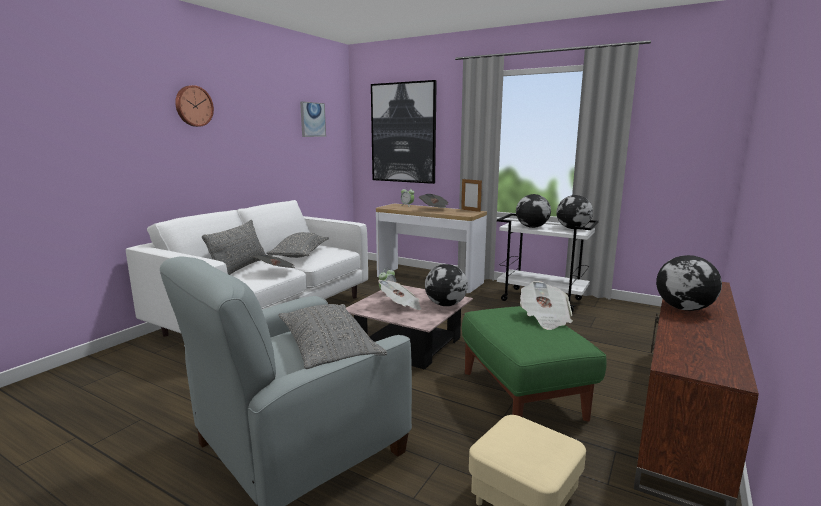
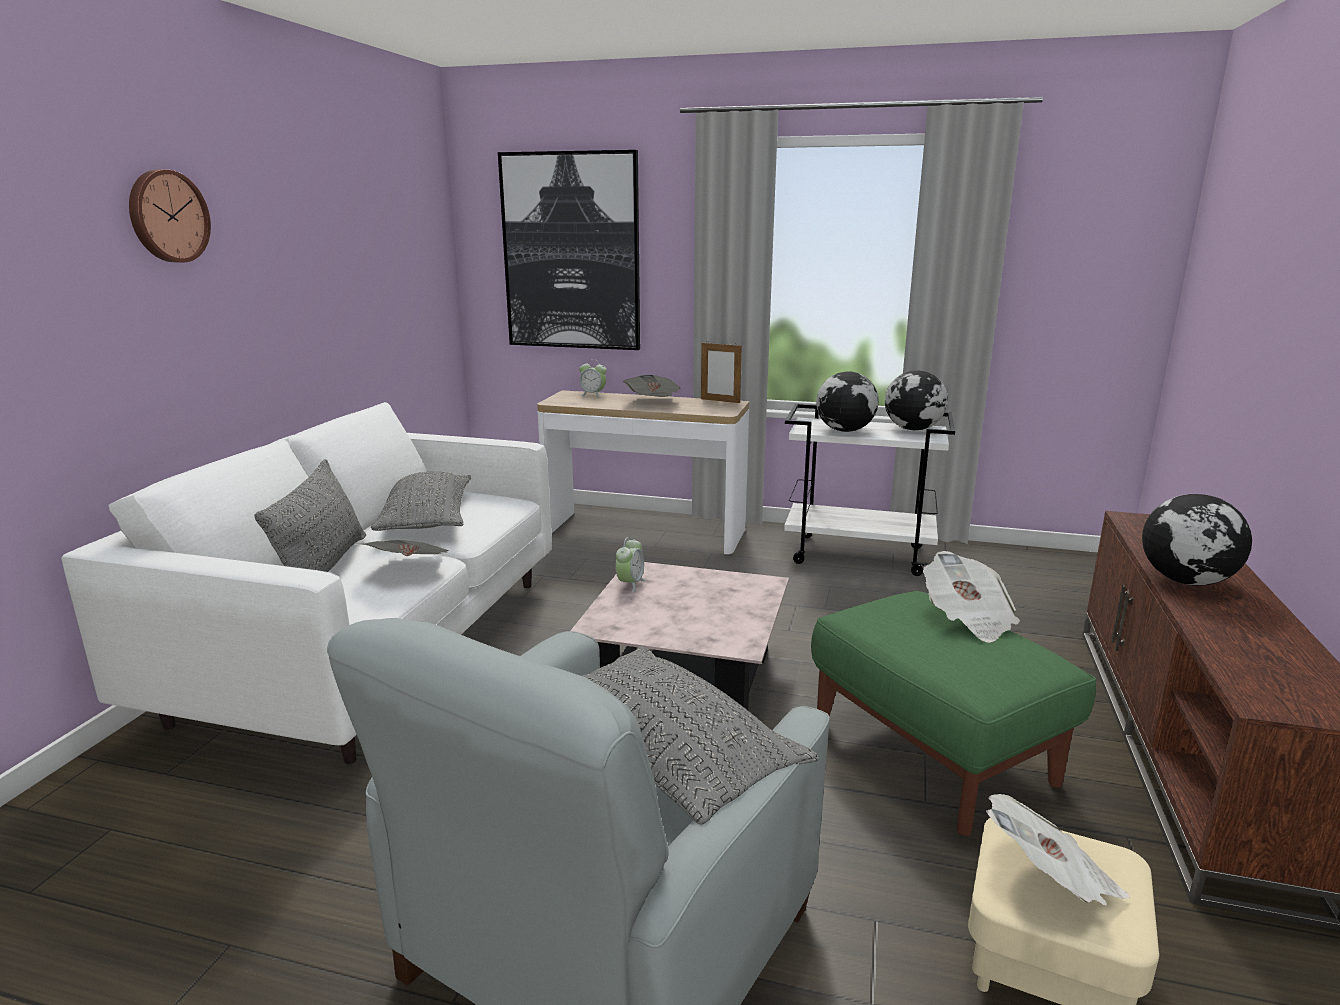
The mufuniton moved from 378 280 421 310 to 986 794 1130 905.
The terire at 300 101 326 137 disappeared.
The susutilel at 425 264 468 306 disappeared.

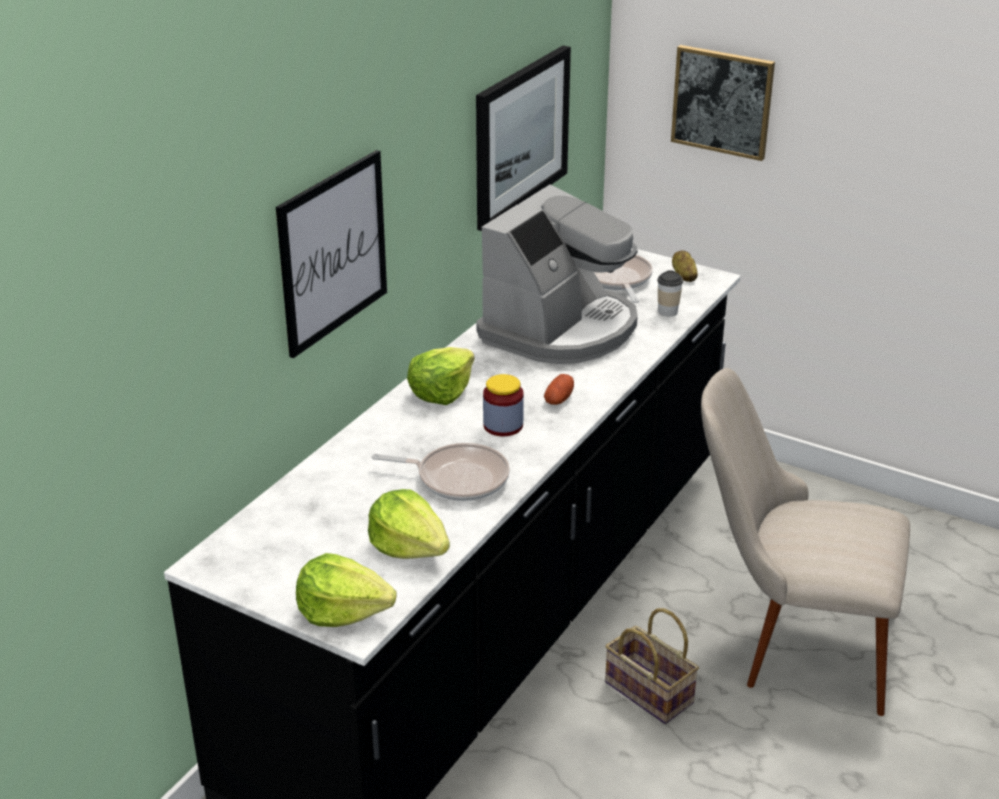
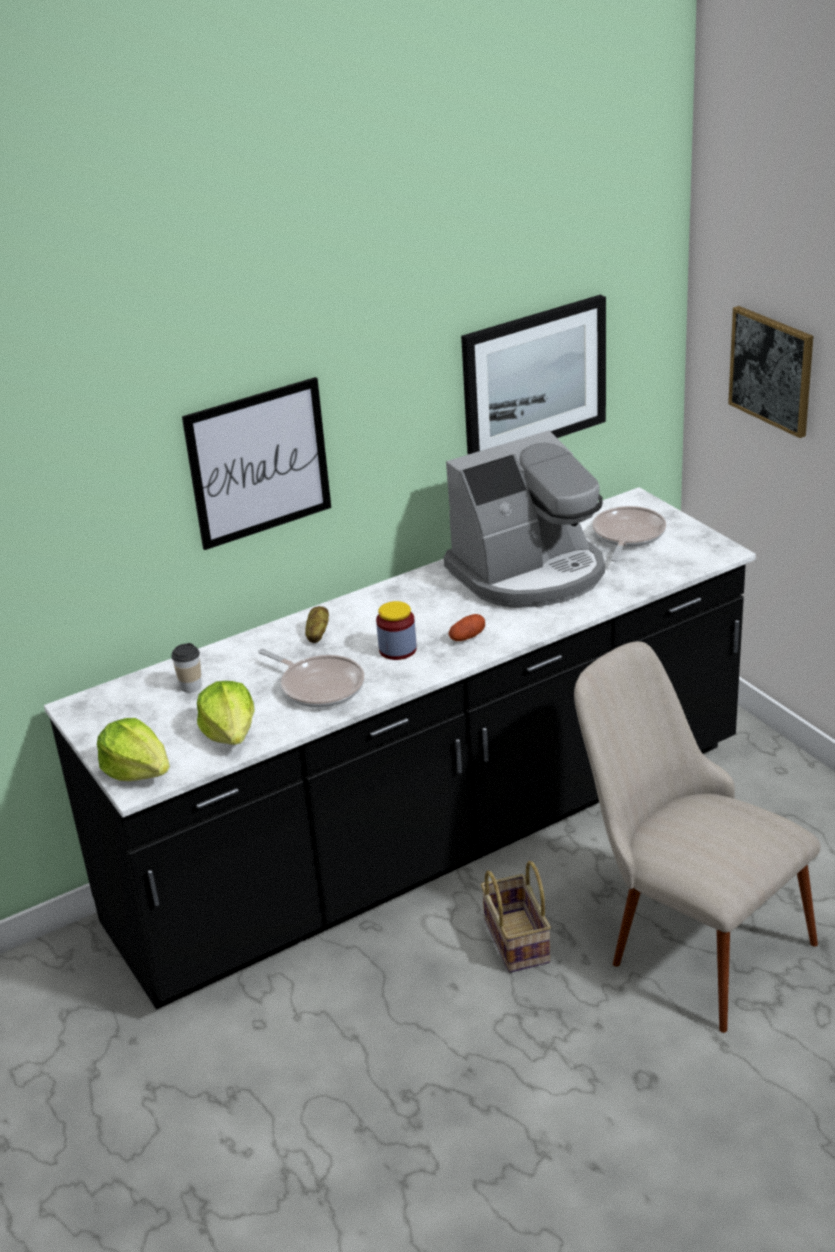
The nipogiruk moved from 657 270 683 316 to 171 643 202 693.
The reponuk moved from 672 251 698 282 to 305 606 329 643.
The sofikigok at 407 347 474 405 disappeared.

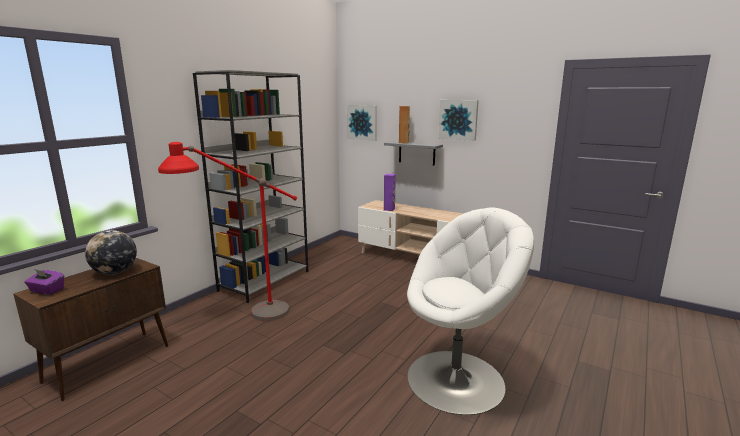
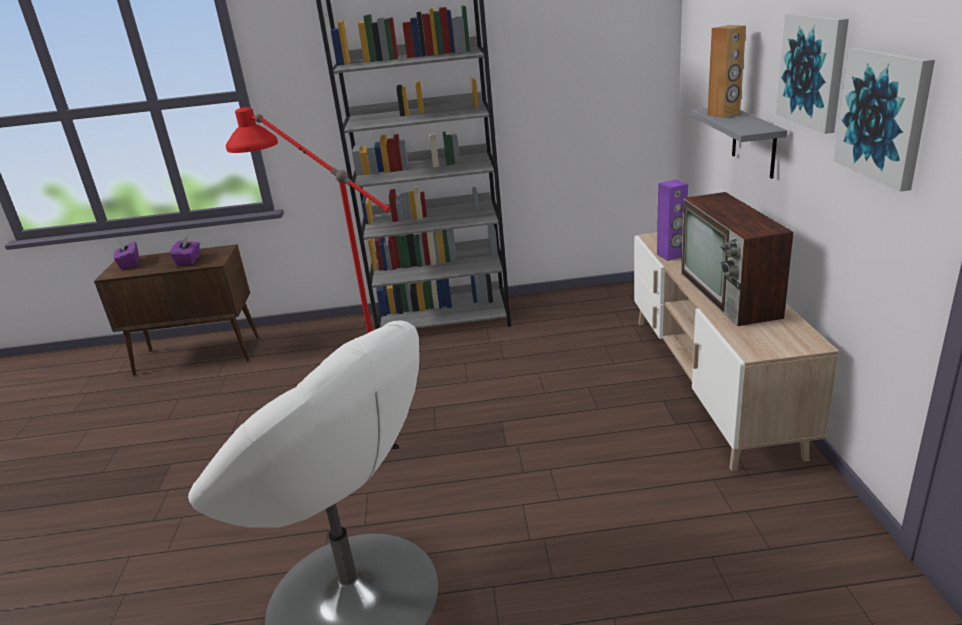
The susutilel at 85 230 137 275 was replaced by the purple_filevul at 170 236 200 266.
The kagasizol at 681 192 793 326 appeared.
The terire moved from 347 105 377 141 to 834 47 935 192.

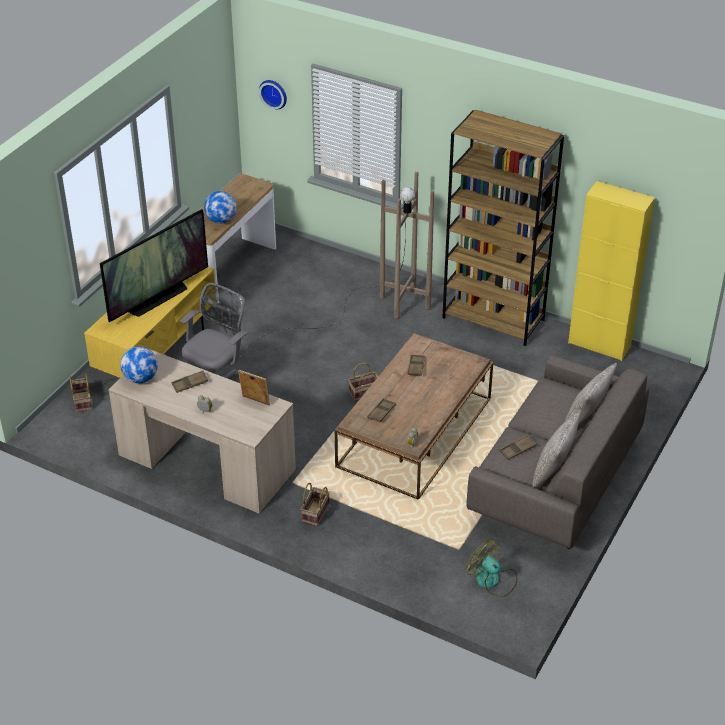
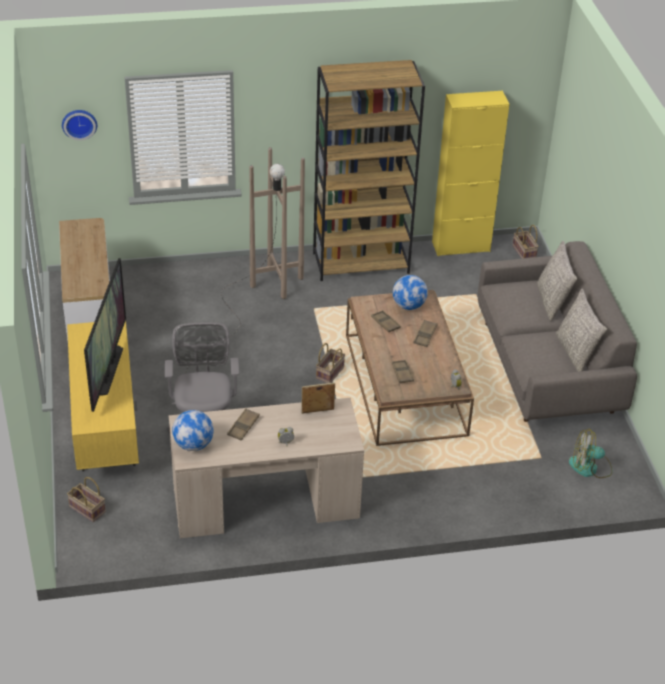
The susutilel moved from 204 191 237 224 to 393 275 428 310.
The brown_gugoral moved from 499 435 537 460 to 413 320 438 347.
The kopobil moved from 301 483 330 526 to 513 225 539 259.

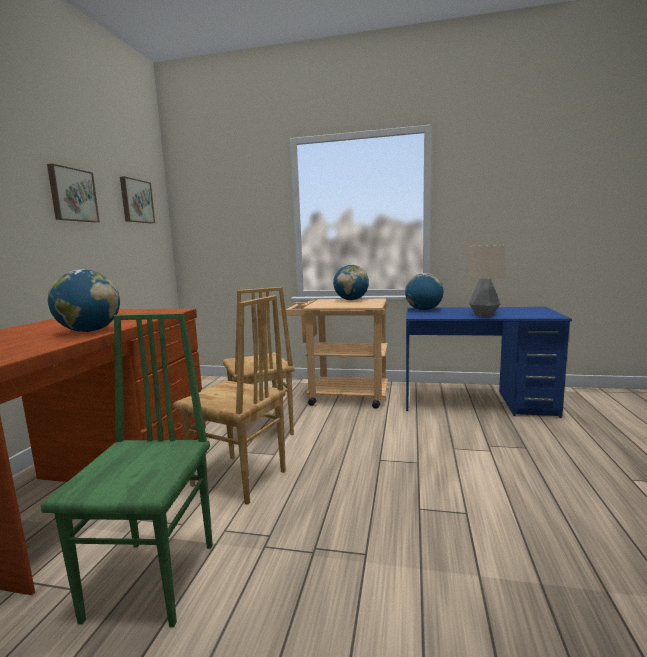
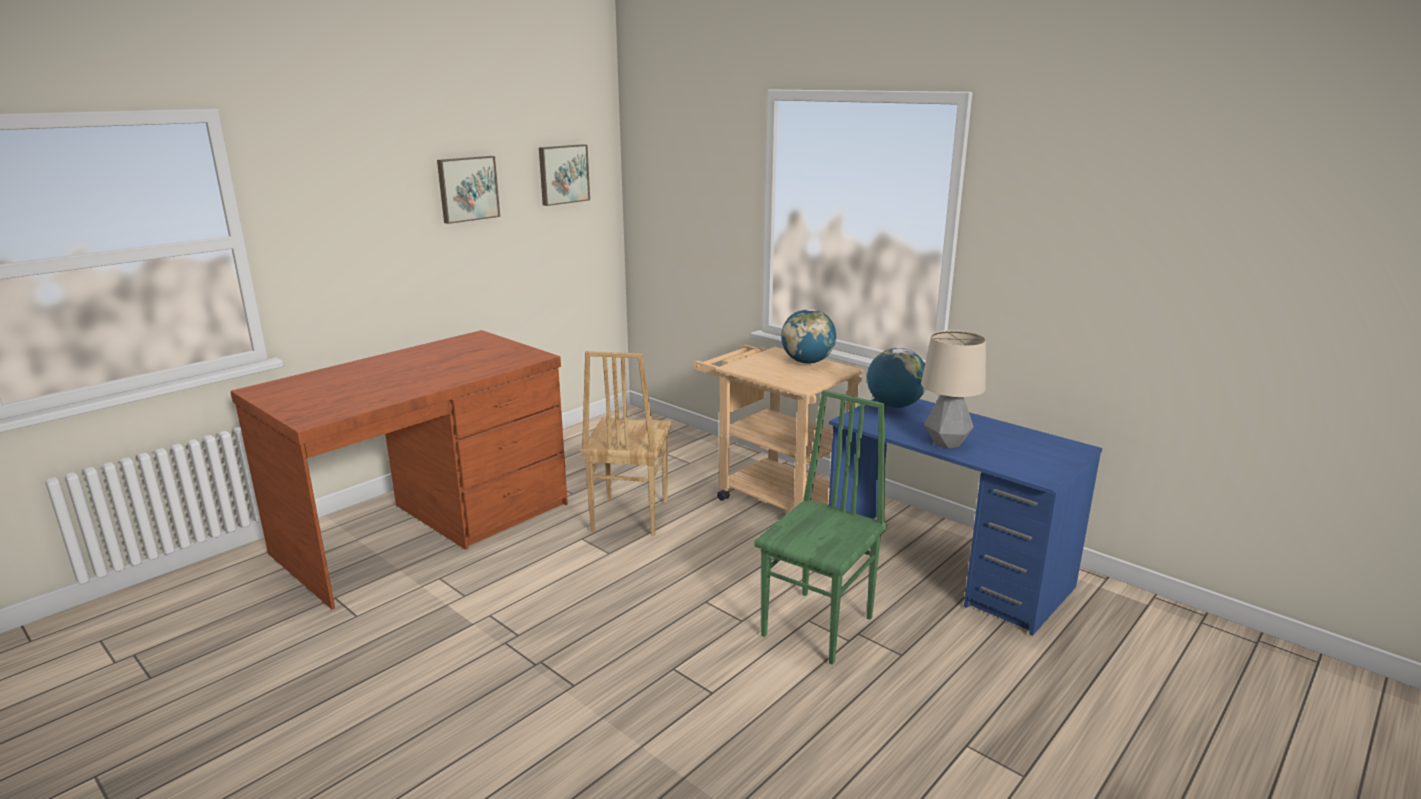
The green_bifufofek moved from 41 313 213 627 to 754 390 887 665.
The susutilel at 48 269 120 332 disappeared.
The brown_bifufofek at 173 295 286 505 disappeared.

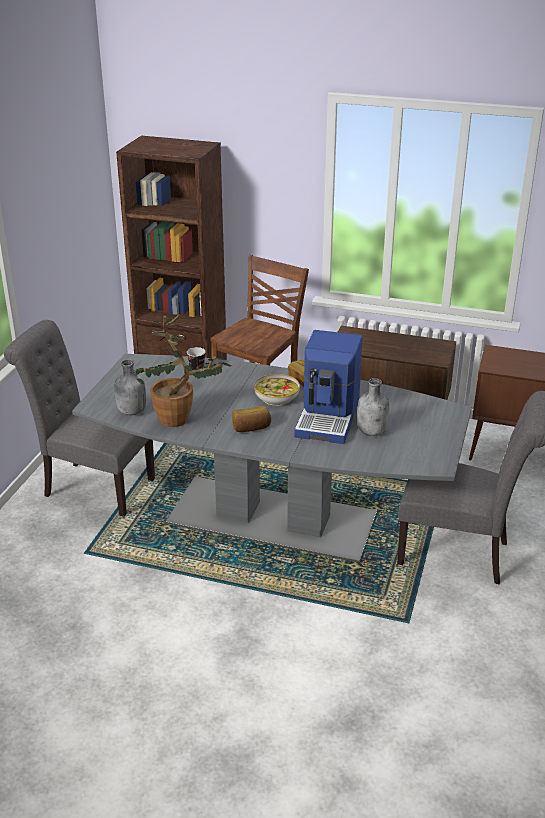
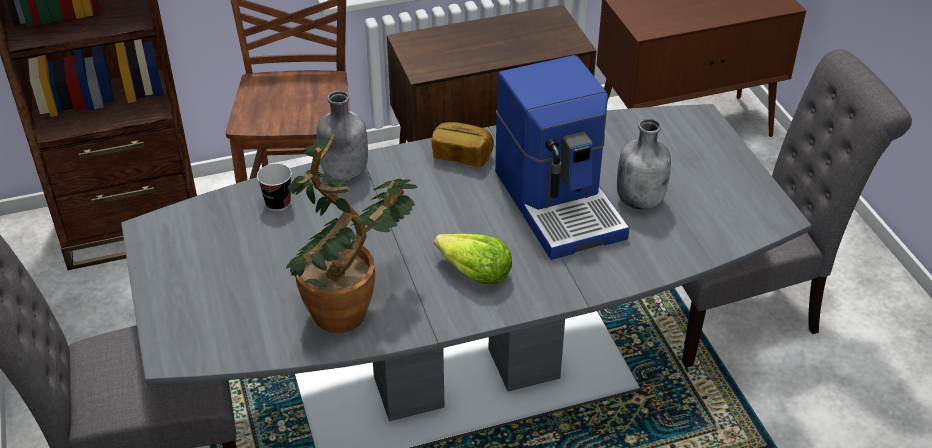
The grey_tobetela moved from 115 359 146 415 to 316 91 368 180.
The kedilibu at 232 406 271 432 was replaced by the sofikigok at 434 234 512 284.
The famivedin at 254 374 300 406 disappeared.

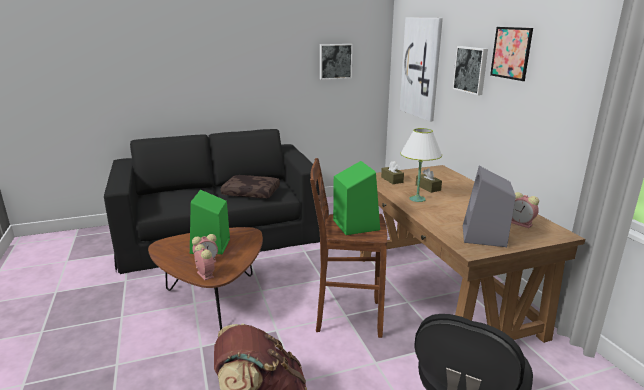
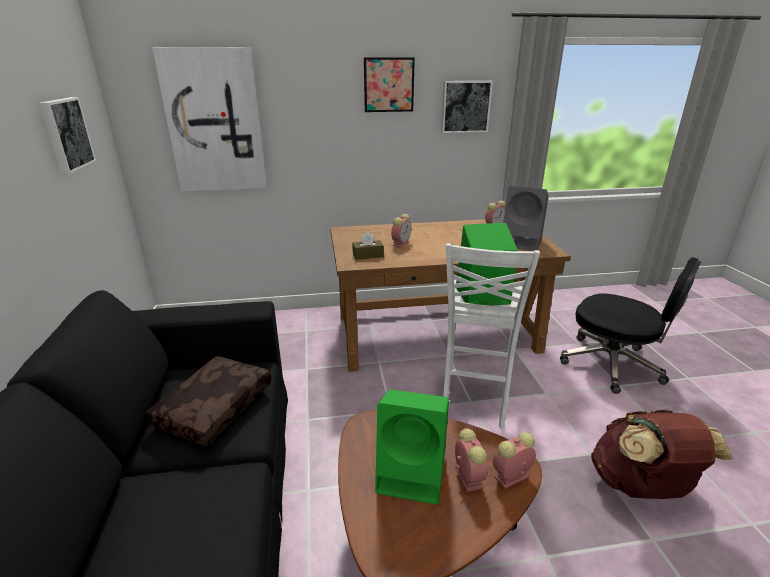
The brown_filevul at 416 168 442 193 was replaced by the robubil at 391 214 411 248.
The terire moved from 452 46 488 95 to 441 81 493 133.
The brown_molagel at 310 158 387 338 became the white_molagel at 443 243 540 429.
The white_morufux at 400 128 442 202 disappeared.

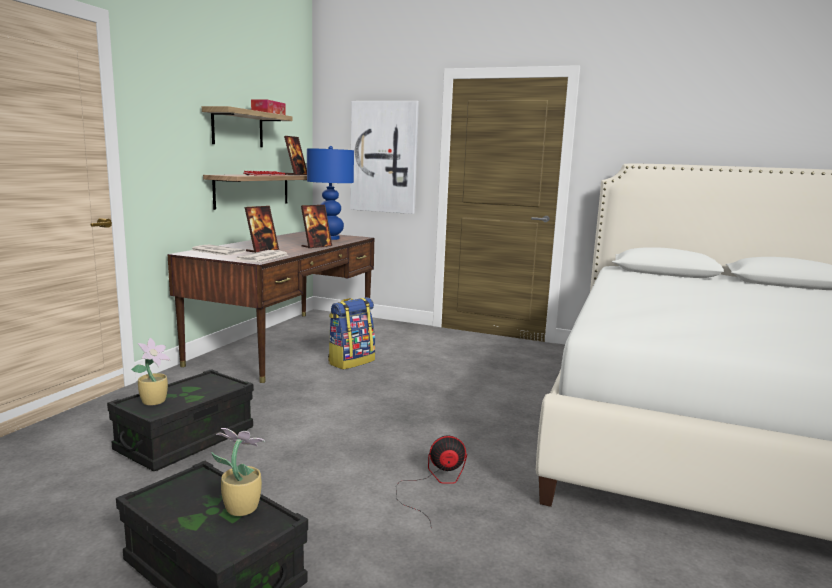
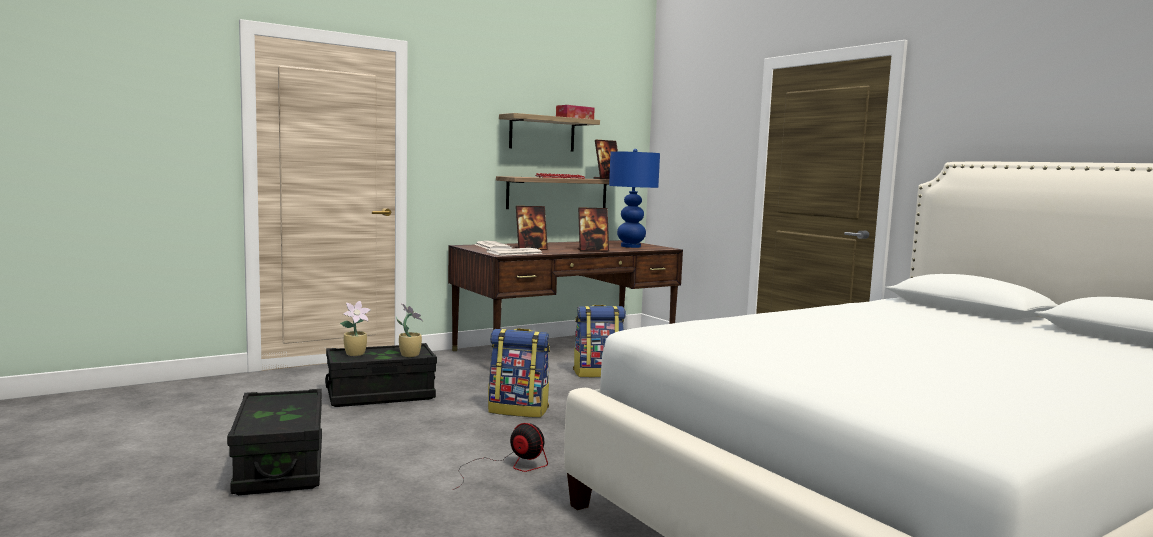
The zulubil moved from 211 428 265 516 to 396 303 423 357.
The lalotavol at 488 328 550 418 appeared.
The terire at 350 101 419 214 disappeared.

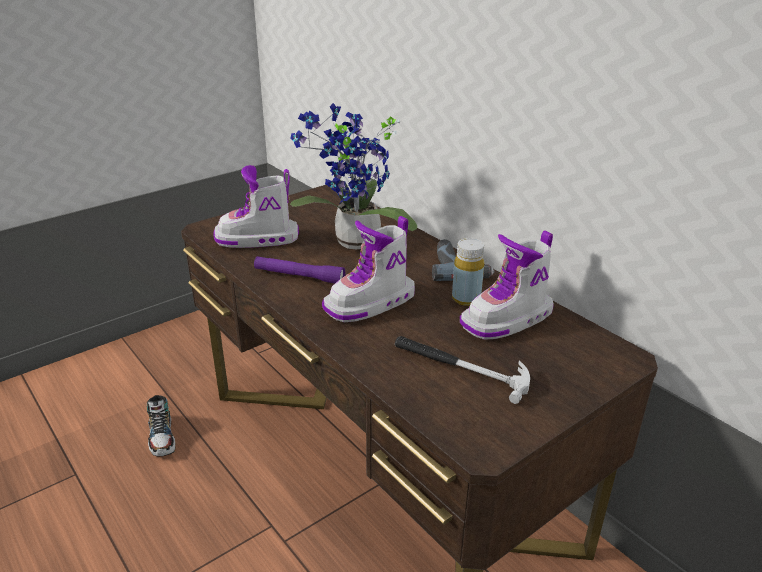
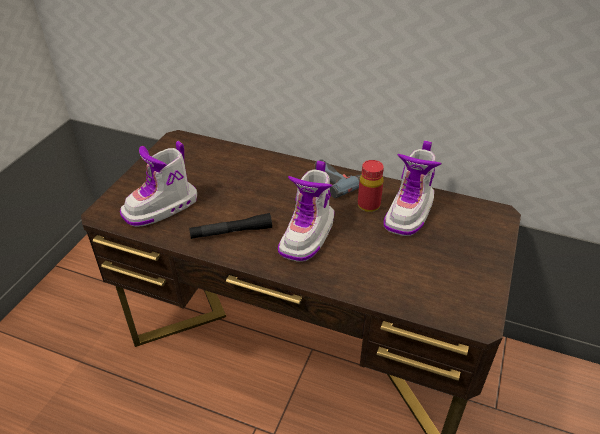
The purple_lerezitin at 254 256 345 284 became the black_lerezitin at 189 213 272 239.
The yellow_tobetela at 452 238 484 306 became the red_tobetela at 358 160 384 212.
The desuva at 147 395 175 457 disappeared.
The zulubil at 290 103 417 249 disappeared.
The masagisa at 395 336 530 404 disappeared.

